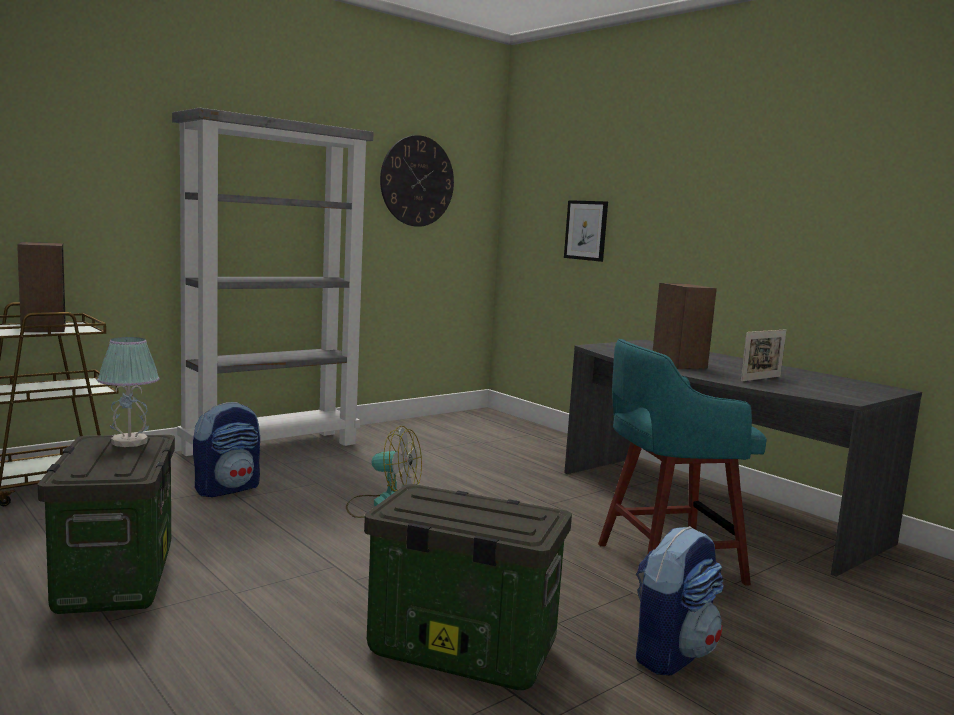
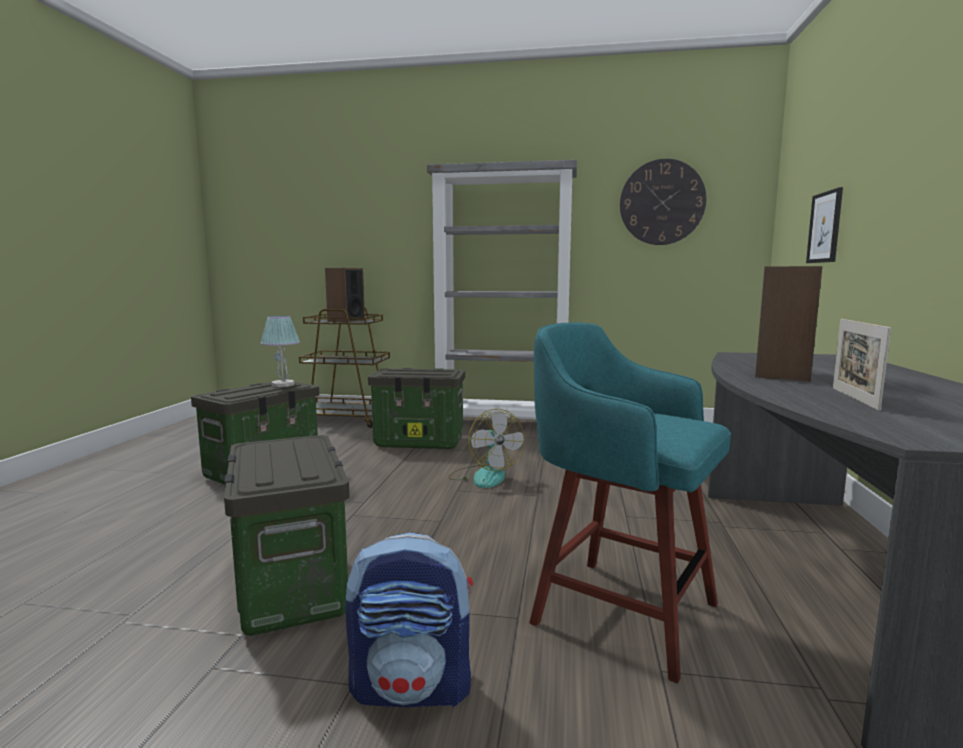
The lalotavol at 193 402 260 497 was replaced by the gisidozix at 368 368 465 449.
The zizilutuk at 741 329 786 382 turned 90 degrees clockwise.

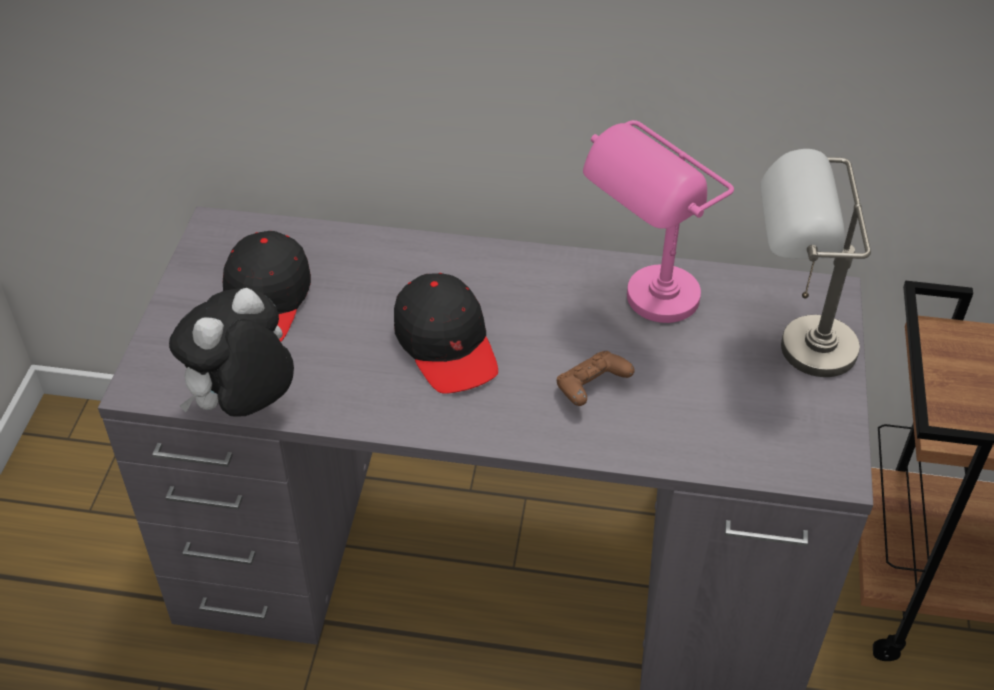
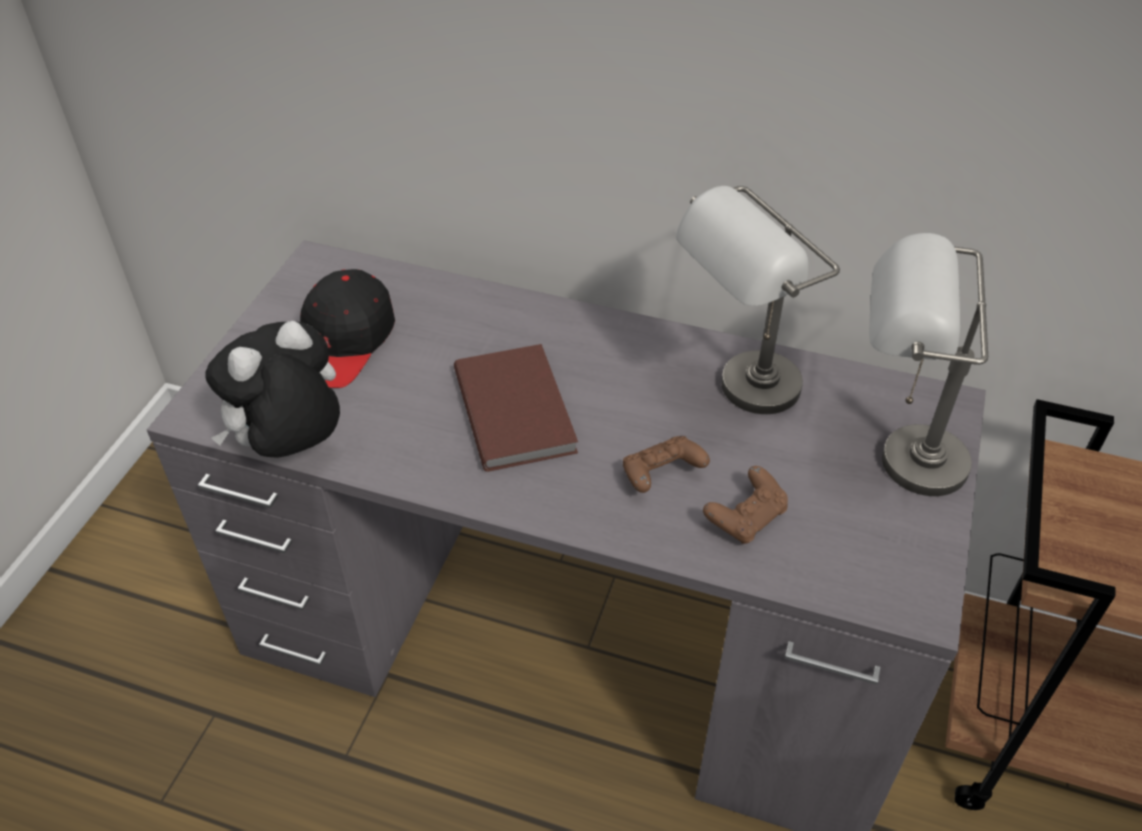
The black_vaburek at 394 273 498 394 was replaced by the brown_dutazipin at 454 344 578 472.
The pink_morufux at 583 120 734 323 became the grey_morufux at 676 186 840 414.
The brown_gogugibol at 703 466 788 544 appeared.

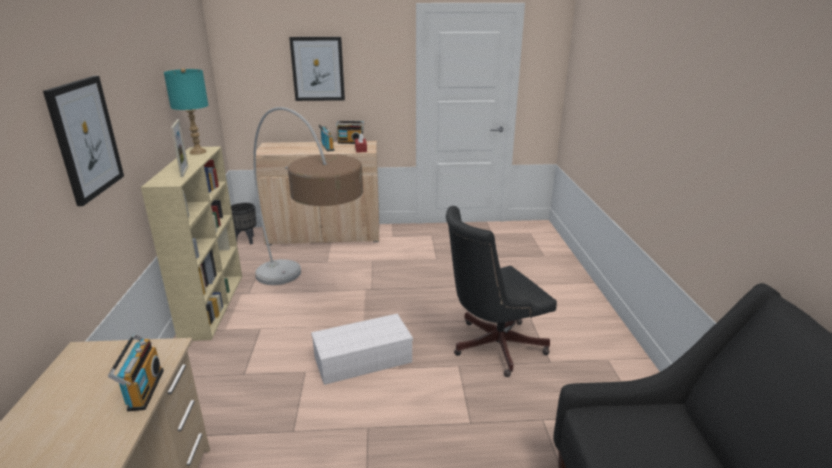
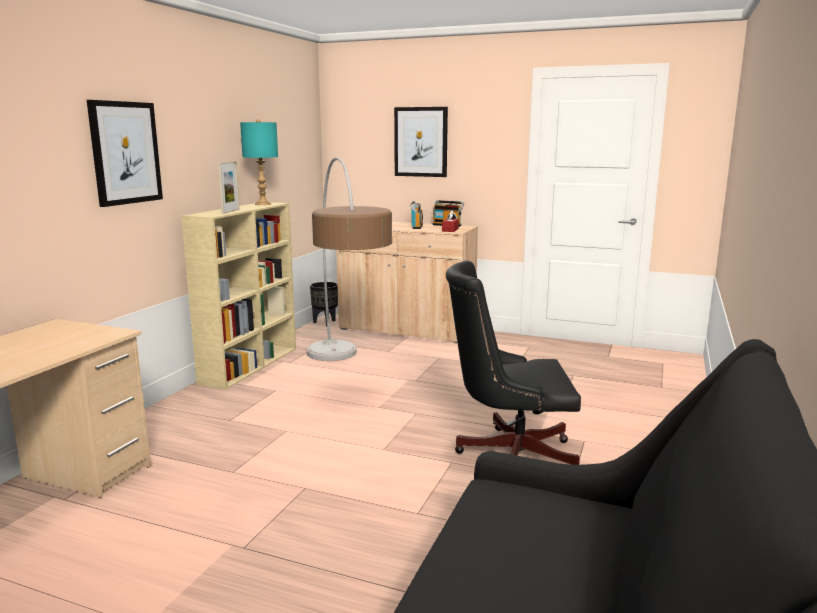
The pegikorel at 108 333 164 411 disappeared.
The white_gisidozix at 311 314 413 385 disappeared.

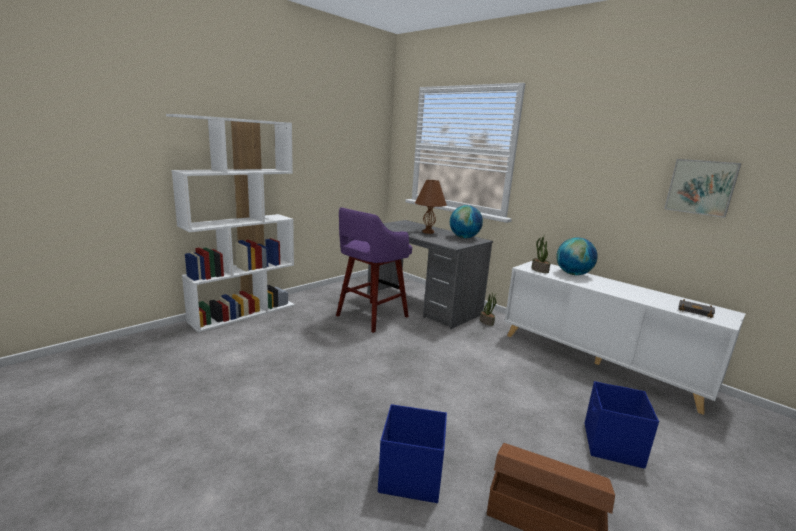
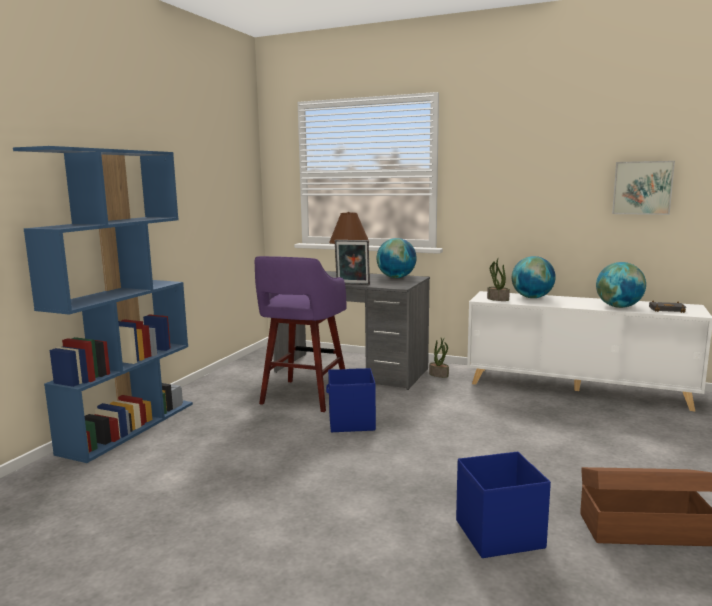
The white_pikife at 166 114 295 333 became the blue_pikife at 13 146 193 463.
The blue_gisidozix moved from 585 381 659 469 to 326 368 376 432.
The zizilutuk at 335 240 370 285 appeared.
The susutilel at 596 262 646 308 appeared.

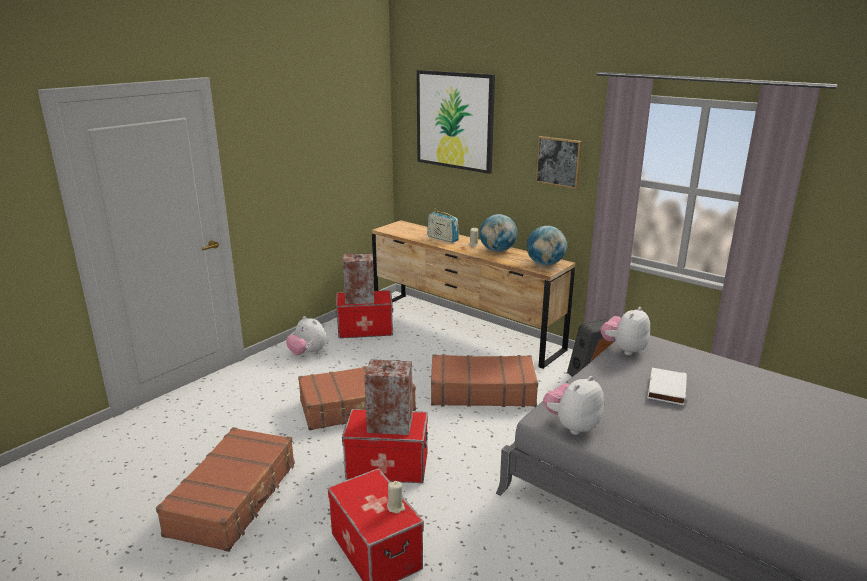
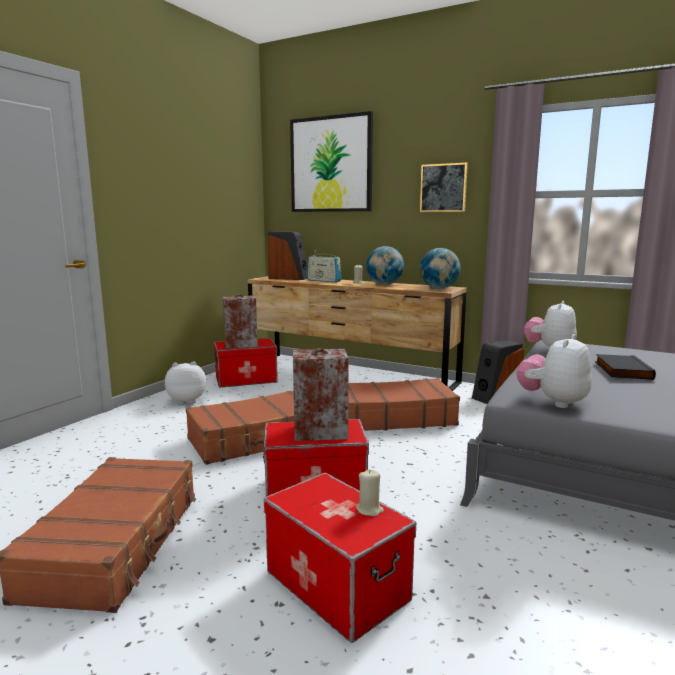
The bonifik at 286 316 326 355 turned 135 degrees clockwise.
The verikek at 268 231 308 280 appeared.
The white_dutazipin at 647 368 687 405 became the black_dutazipin at 595 354 656 380.

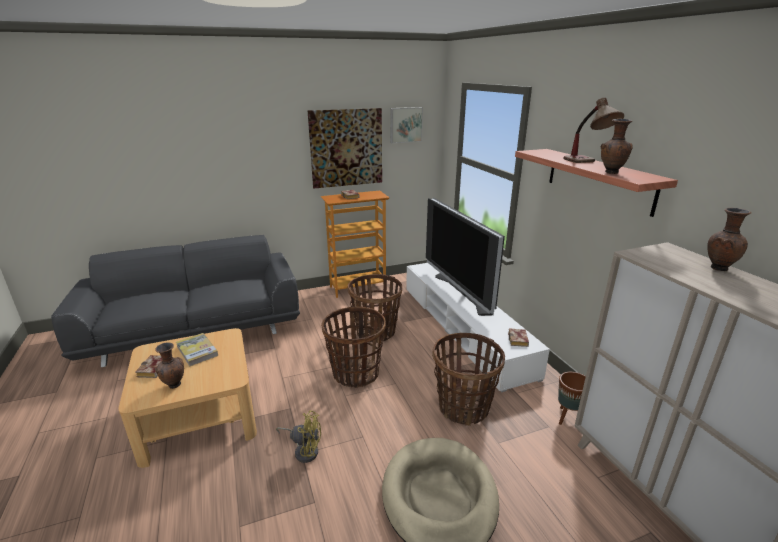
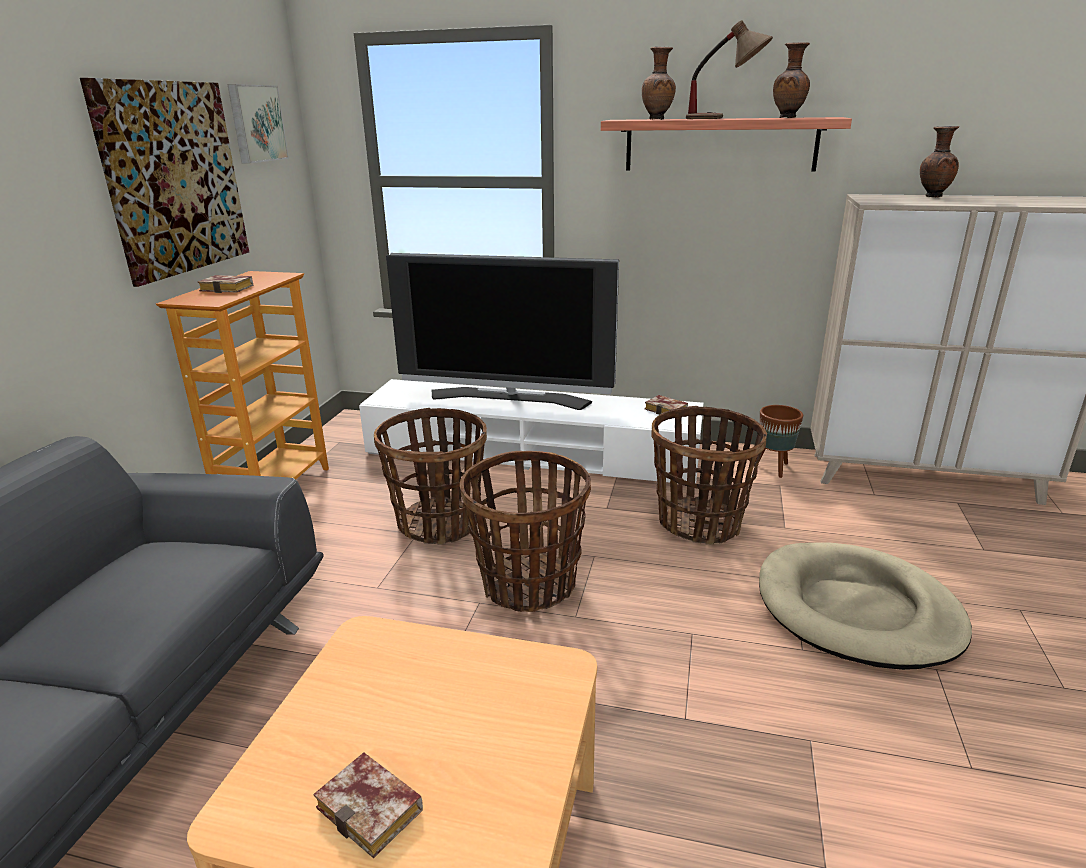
The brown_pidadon moved from 155 342 184 389 to 642 47 676 119.
The dutazipin at 176 333 218 366 disappeared.
The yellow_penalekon at 276 411 321 463 disappeared.

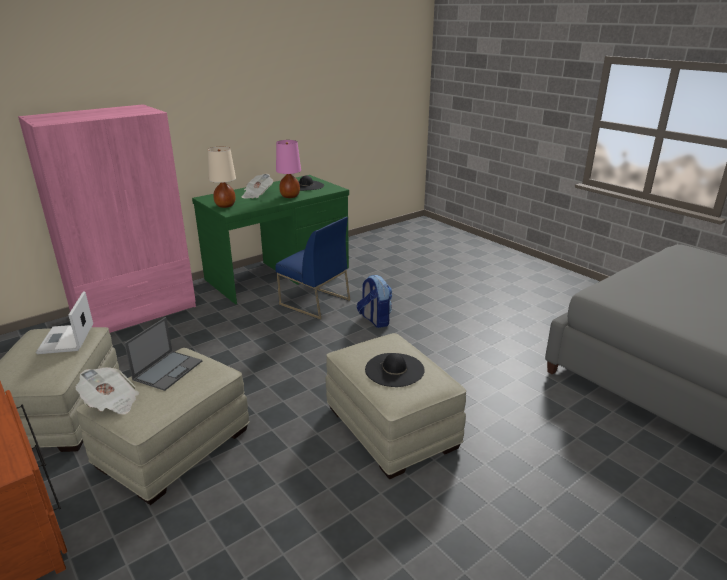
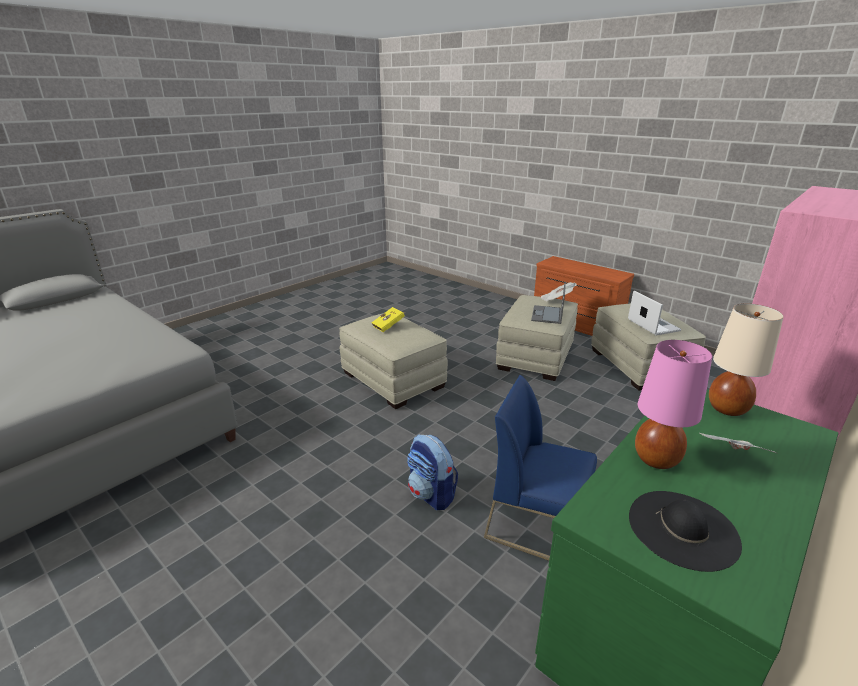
The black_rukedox at 365 353 425 387 was replaced by the yellow_dutazipin at 371 307 405 332.

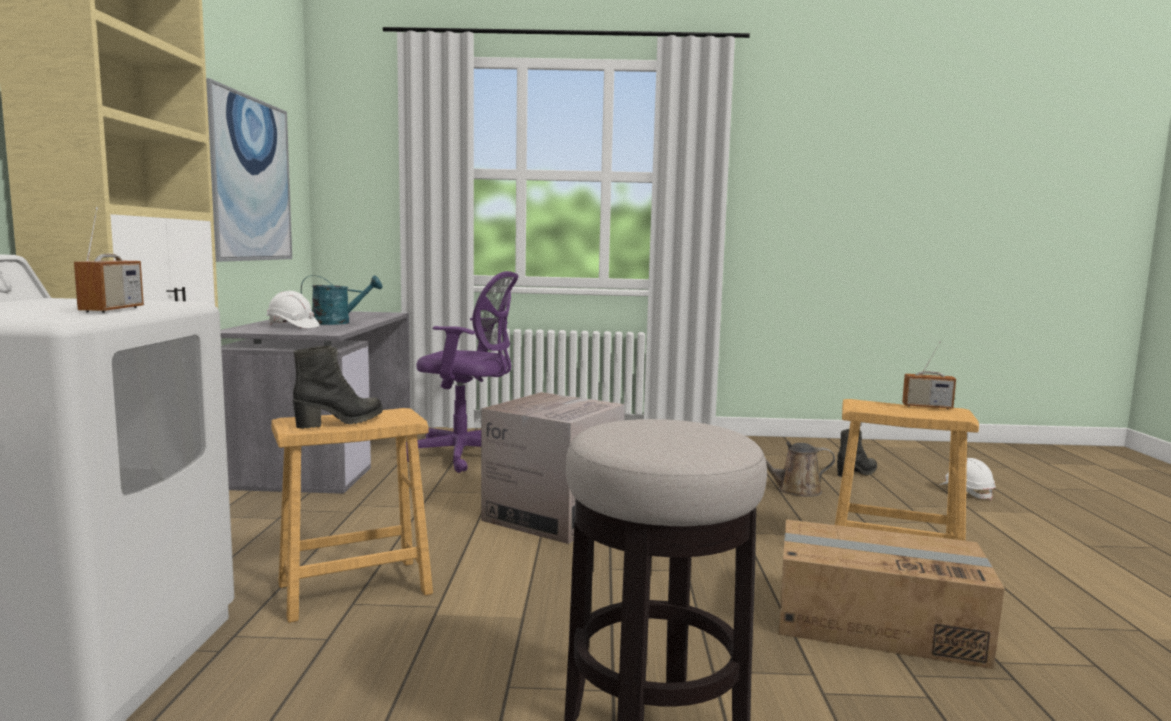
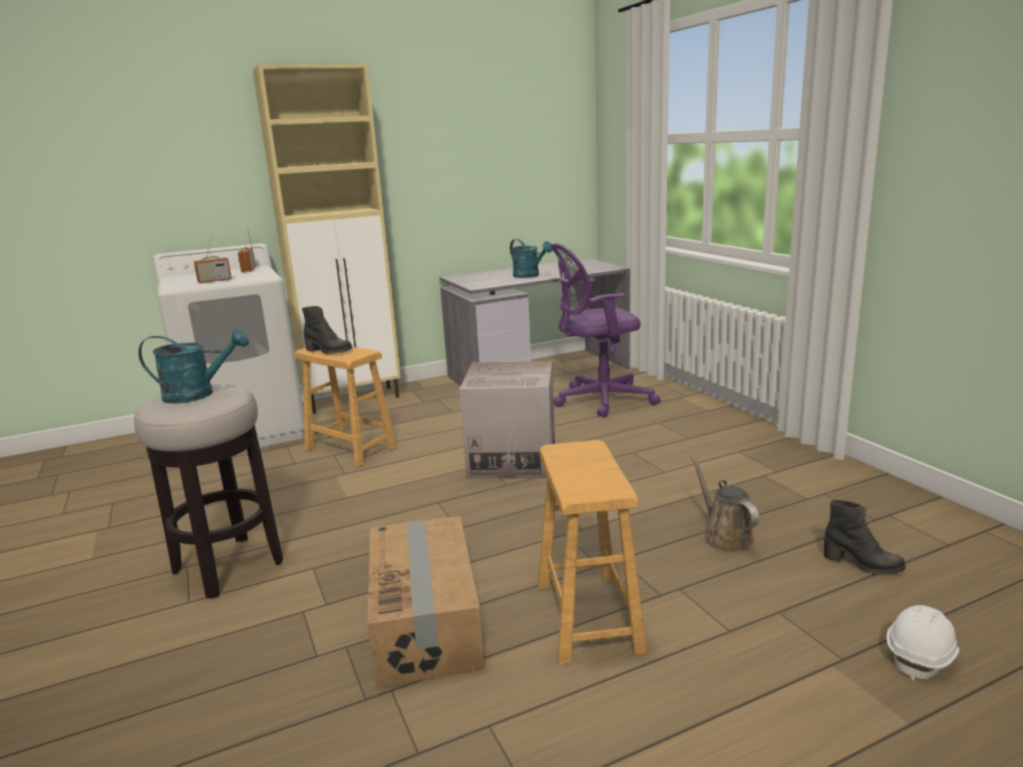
The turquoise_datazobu at 138 328 249 404 appeared.
The pegikorel moved from 902 341 956 409 to 238 228 256 272.
The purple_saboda at 406 271 518 473 turned 90 degrees clockwise.
The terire at 206 78 292 262 disappeared.
The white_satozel at 266 291 319 328 disappeared.

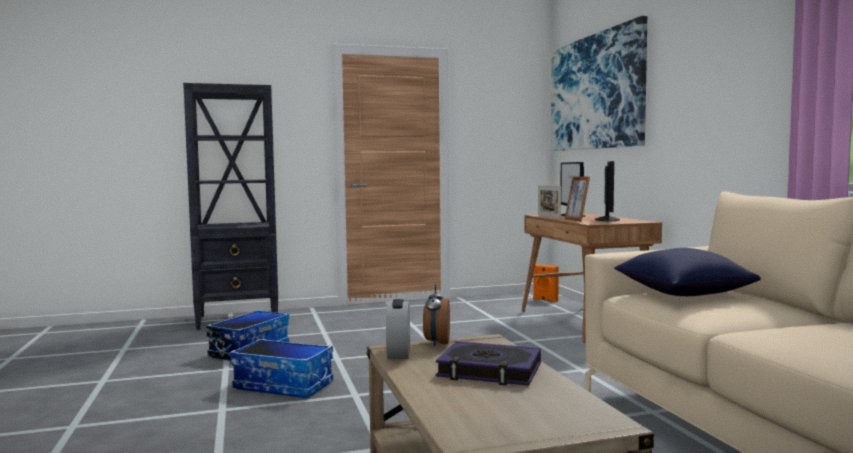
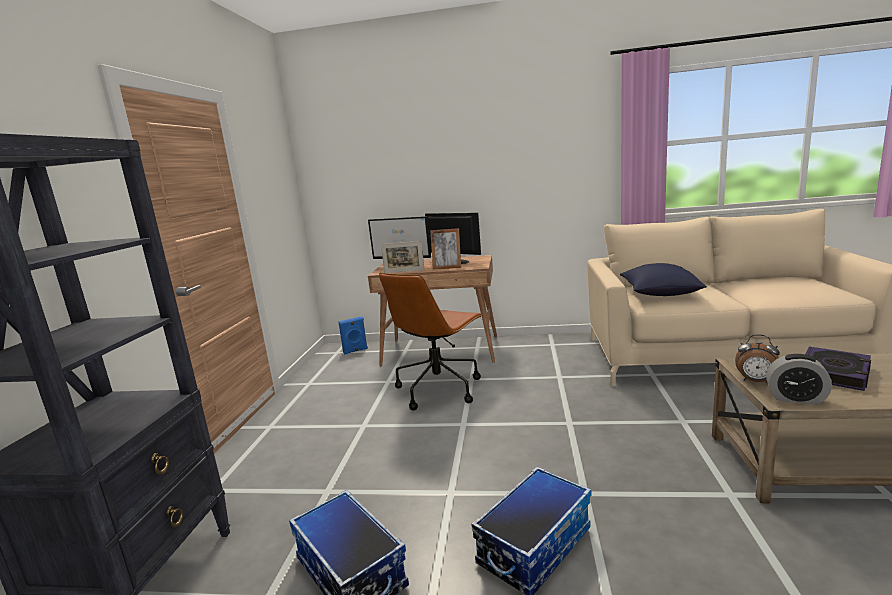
The orange_verikek at 533 264 559 302 became the blue_verikek at 338 316 368 355.
The brown_saboda at 379 273 483 410 appeared.
The terire at 551 16 647 151 disappeared.

